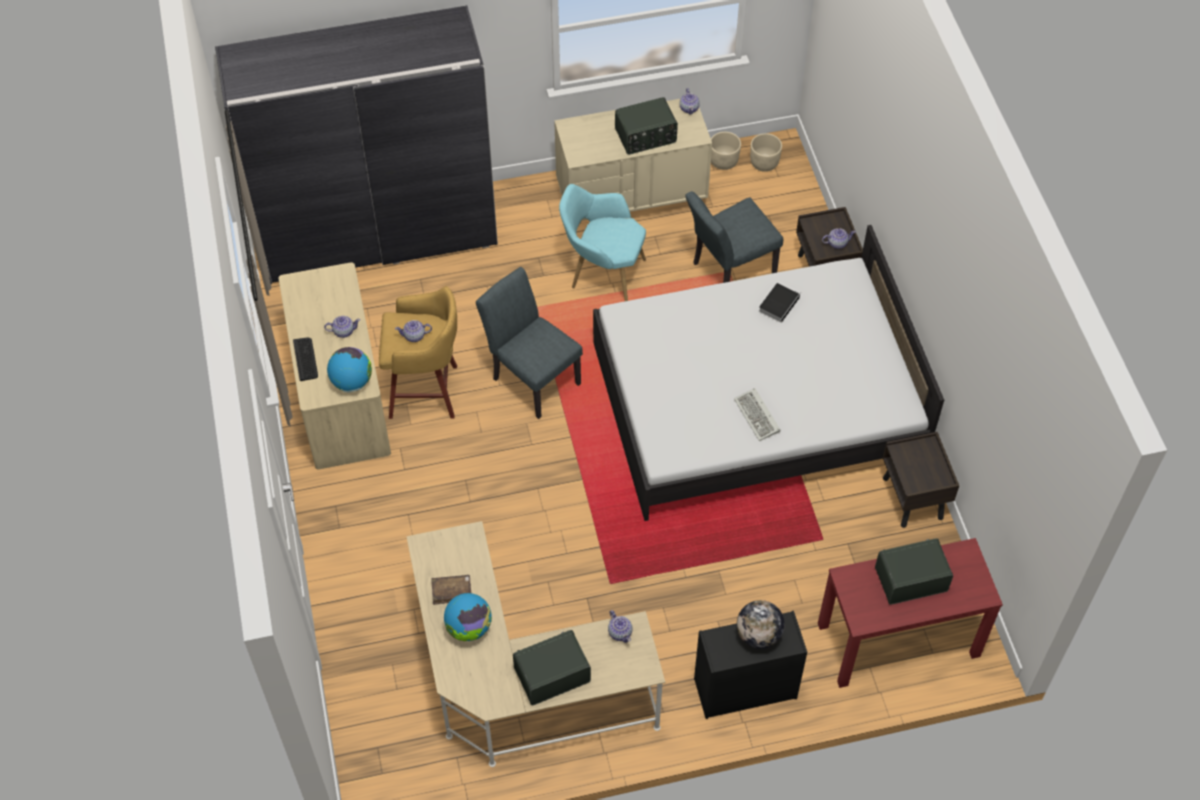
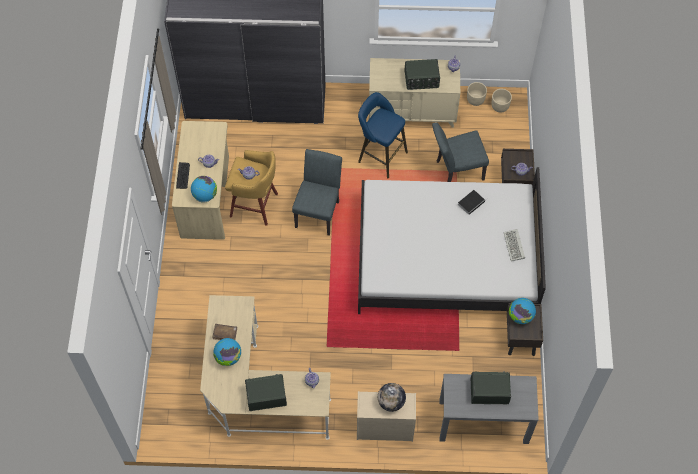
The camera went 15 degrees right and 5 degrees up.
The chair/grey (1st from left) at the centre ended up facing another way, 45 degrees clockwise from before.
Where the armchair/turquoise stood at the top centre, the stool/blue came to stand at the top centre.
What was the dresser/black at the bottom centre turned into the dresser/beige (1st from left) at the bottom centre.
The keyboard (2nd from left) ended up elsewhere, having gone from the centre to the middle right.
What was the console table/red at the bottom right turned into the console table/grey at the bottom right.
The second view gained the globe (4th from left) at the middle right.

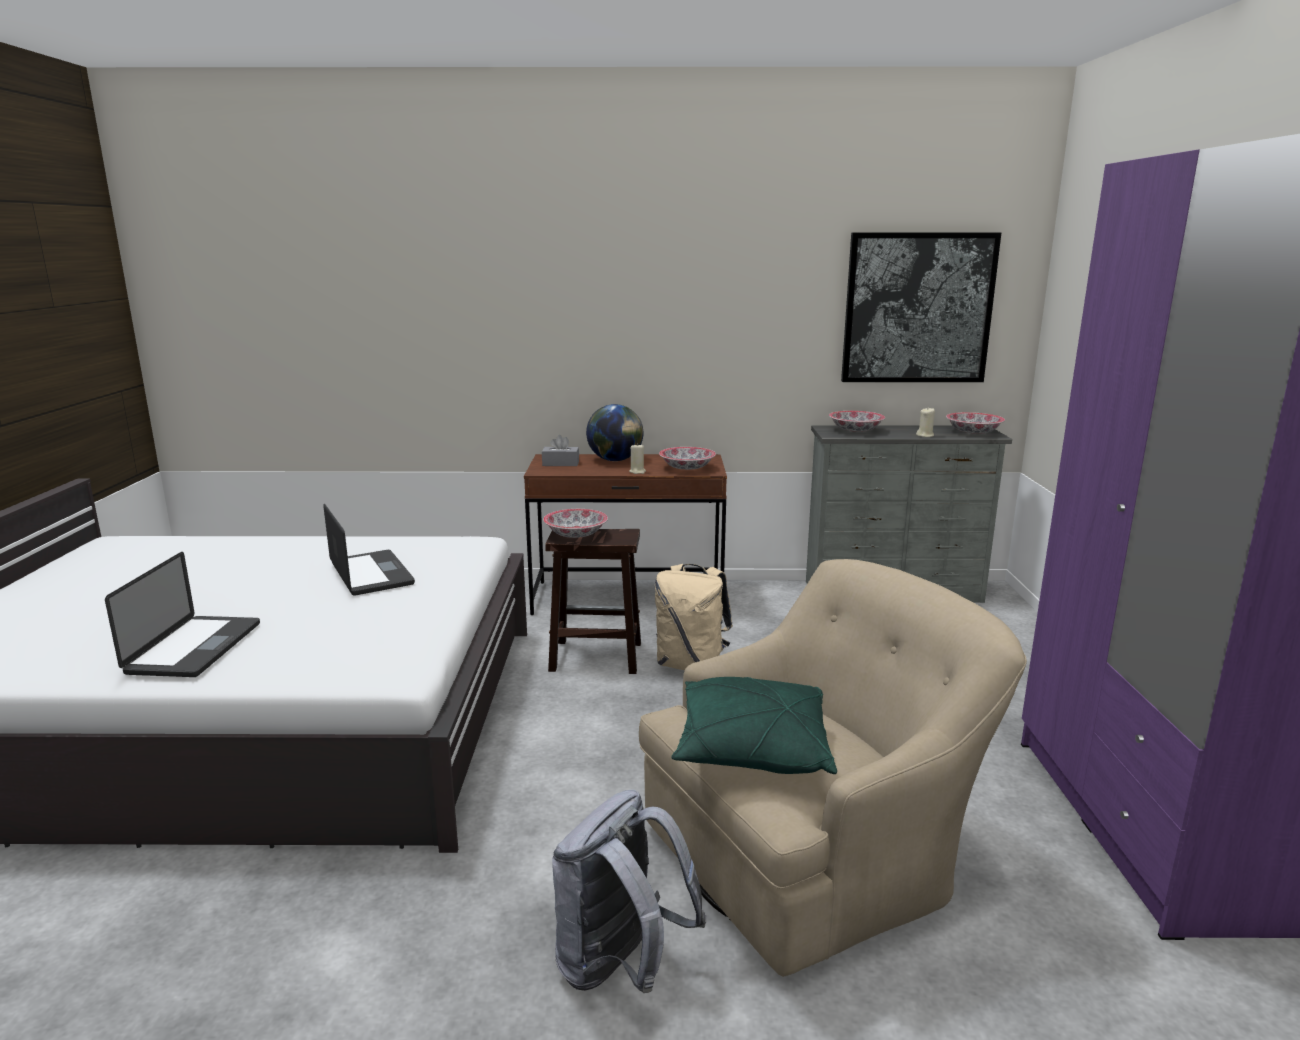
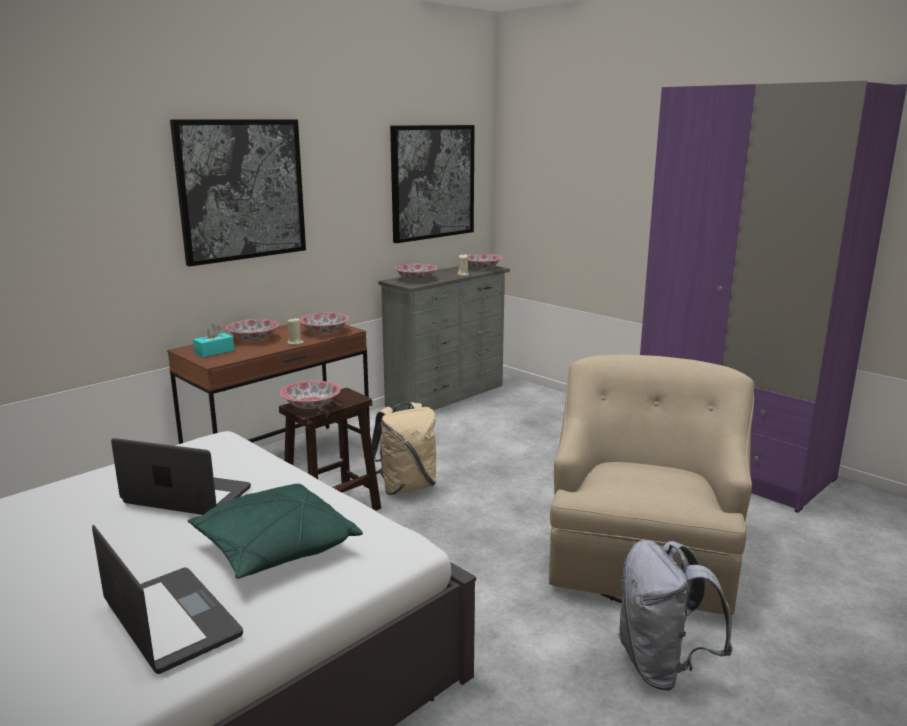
The camera went 45 degrees left and 0 degrees up.
What was the tissue box/grey at the centre turned into the tissue box/turquoise at the middle left.
Where the globe stood at the centre, the bowl (1st from left) came to stand at the middle left.
The pillow/green ended up elsewhere, having gone from the bottom centre to the bottom left.
The second view gained the picture (1st from left) at the top left.

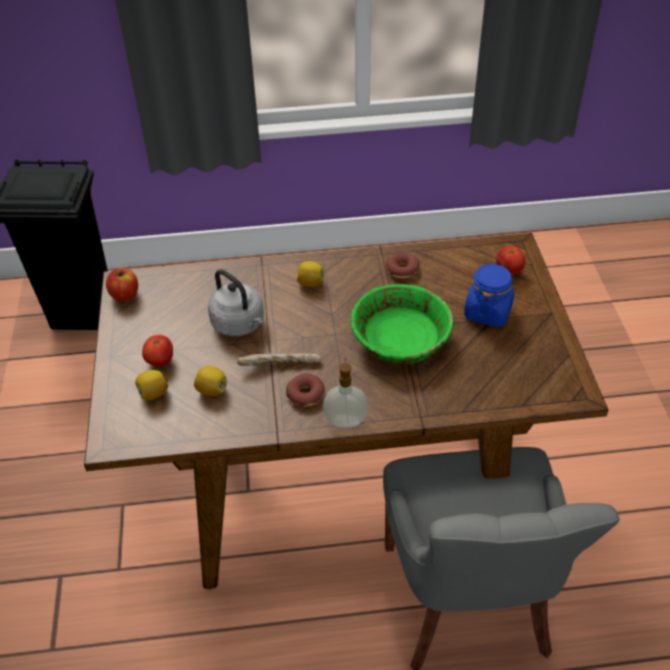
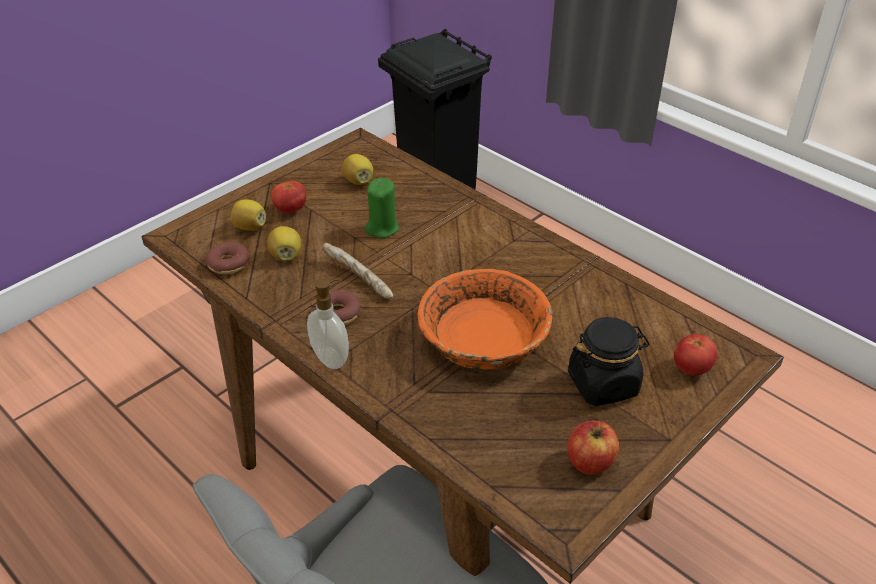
The camera went 50 degrees right and 5 degrees down.
The apple ended up elsewhere, having gone from the middle left to the bottom right.
Where the kettle/grey stood at the centre, the candle/green came to stand at the centre.
The lemon (3rd from left) ended up elsewhere, having gone from the centre to the top centre.
What was the bowl/green at the centre turned into the bowl/orange at the centre.
The donut (2nd from left in the first image) ended up elsewhere, having gone from the centre to the middle left.
What was the jar/blue at the middle right turned into the jar/black at the middle right.

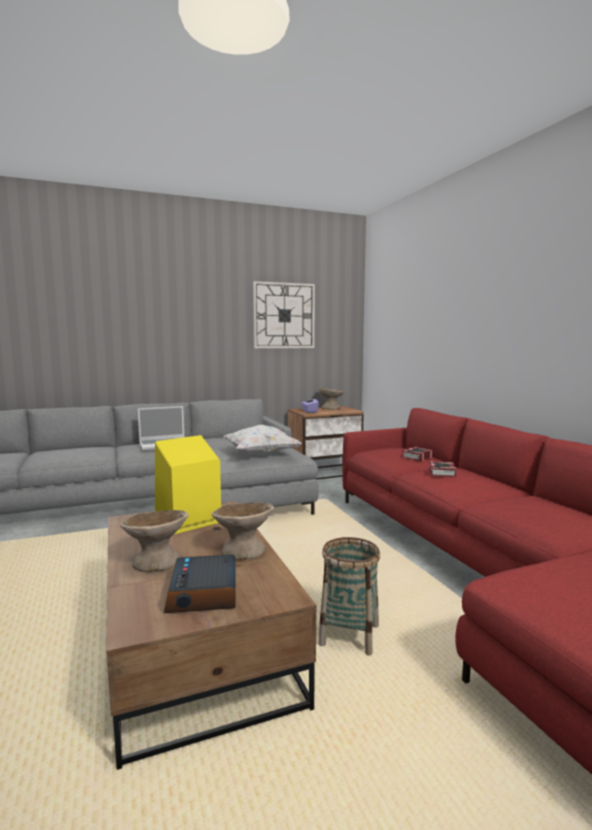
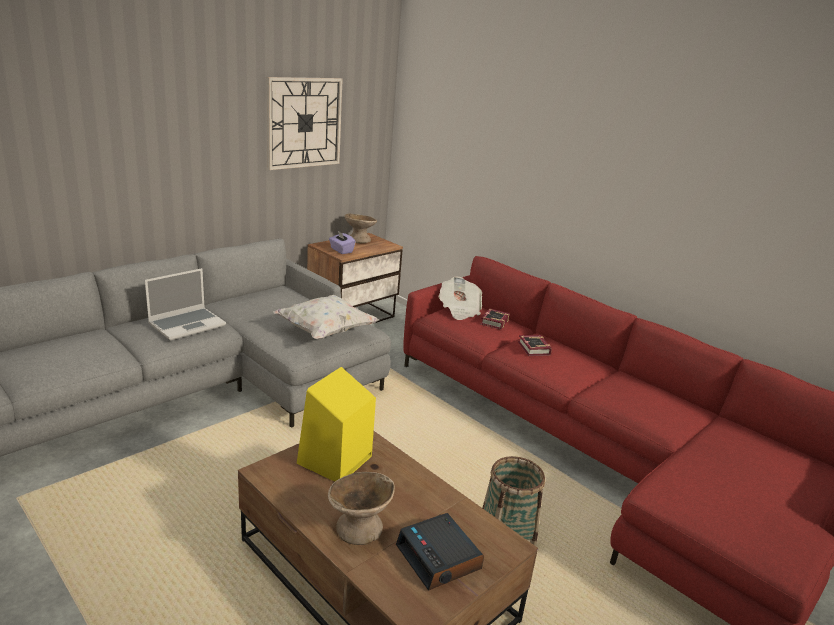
The camera went 25 degrees left and 15 degrees up.
The second view lost the bowl/beige (2nd from left) at the centre.
The second view gained the newspaper at the centre.

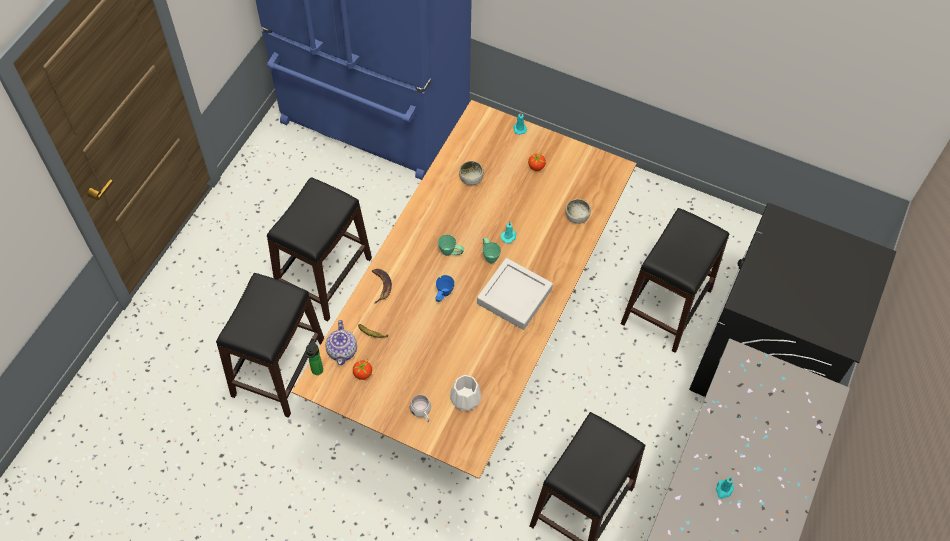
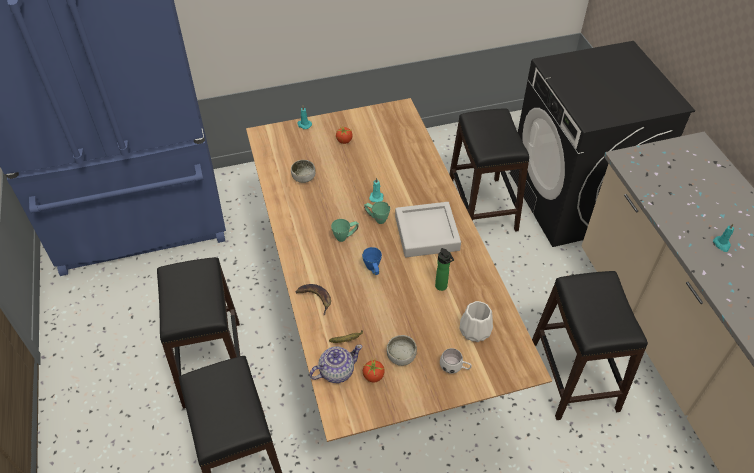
The camera went 40 degrees left and 10 degrees down.
The bottle ended up elsewhere, having gone from the middle left to the centre.
The teapot at the centre ended up facing another way, 75 degrees counterclockwise from before.
The bowl (2nd from left) ended up elsewhere, having gone from the centre to the bottom centre.

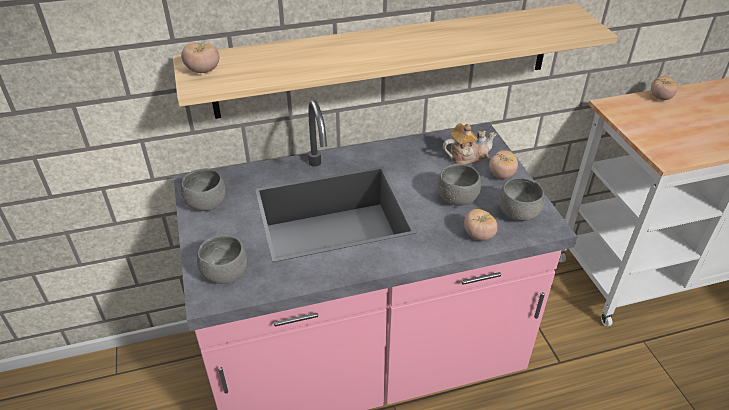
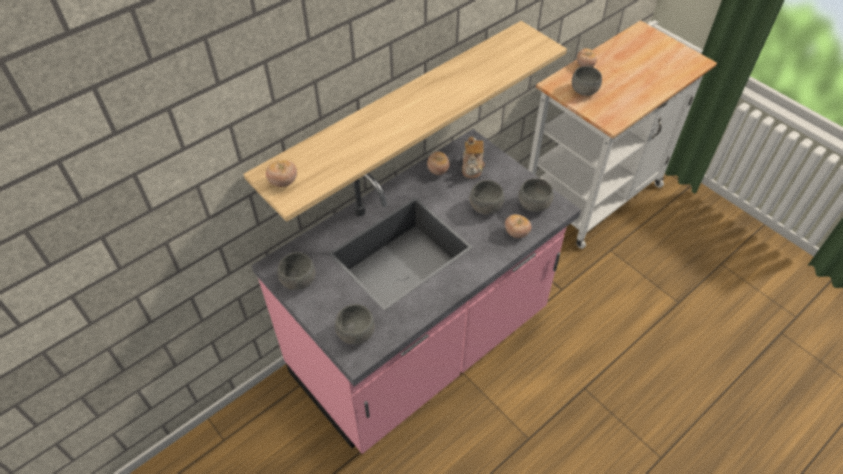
The camera went 25 degrees left and 10 degrees up.
The teapot at the centre ended up facing another way, 135 degrees clockwise from before.
The tomato (3rd from left in the first image) ended up elsewhere, having gone from the middle right to the centre.
The second view gained the bowl/grey (5th from left) at the top right.

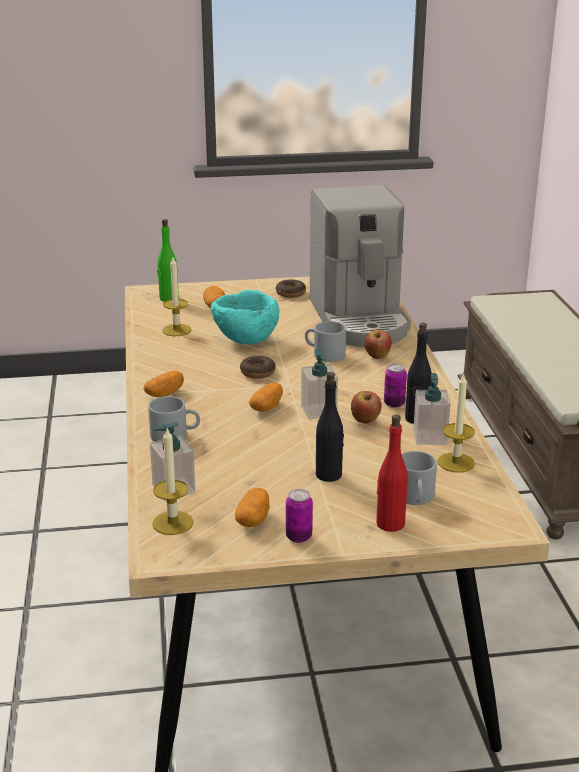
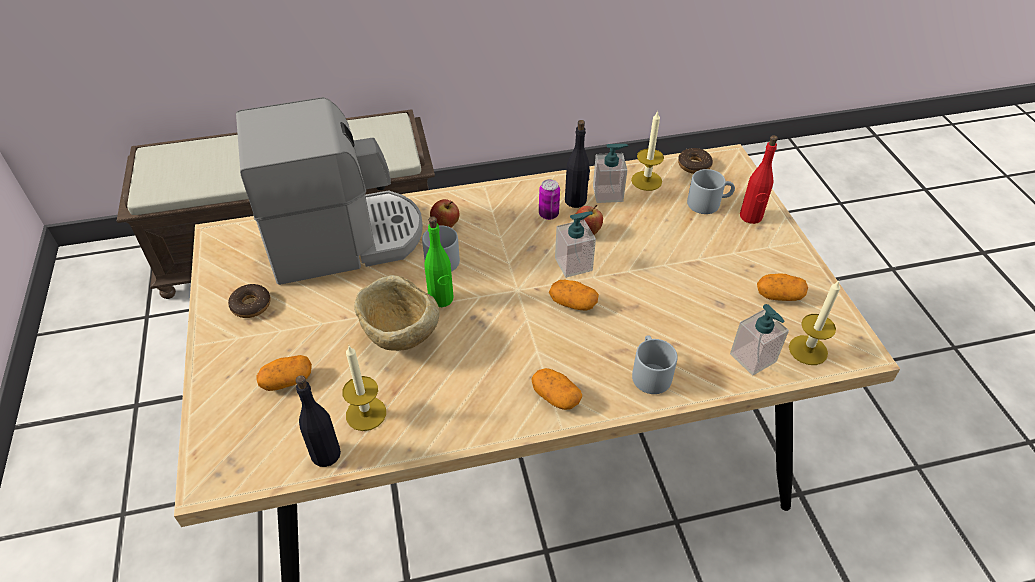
The camera went 95 degrees left and 20 degrees up.
The bottle/green ended up elsewhere, having gone from the middle left to the centre.
What was the bowl/turquoise at the centre turned into the bowl/beige at the centre.
The donut (1st from left in the first image) ended up elsewhere, having gone from the centre to the top right.
The second view lost the can (1st from left) at the bottom centre.
The bottle/black (1st from left) ended up elsewhere, having gone from the centre to the bottom left.

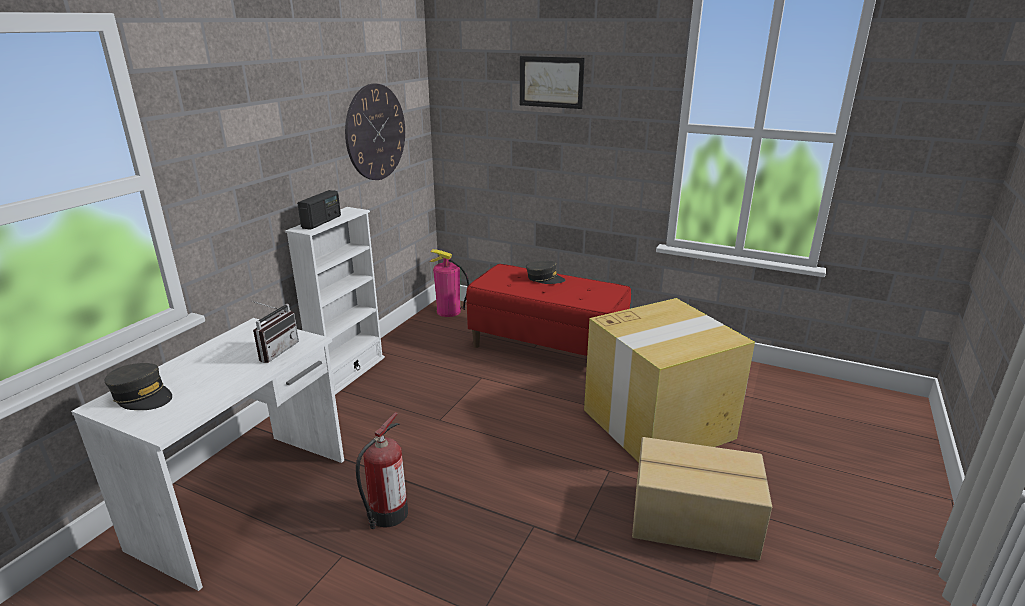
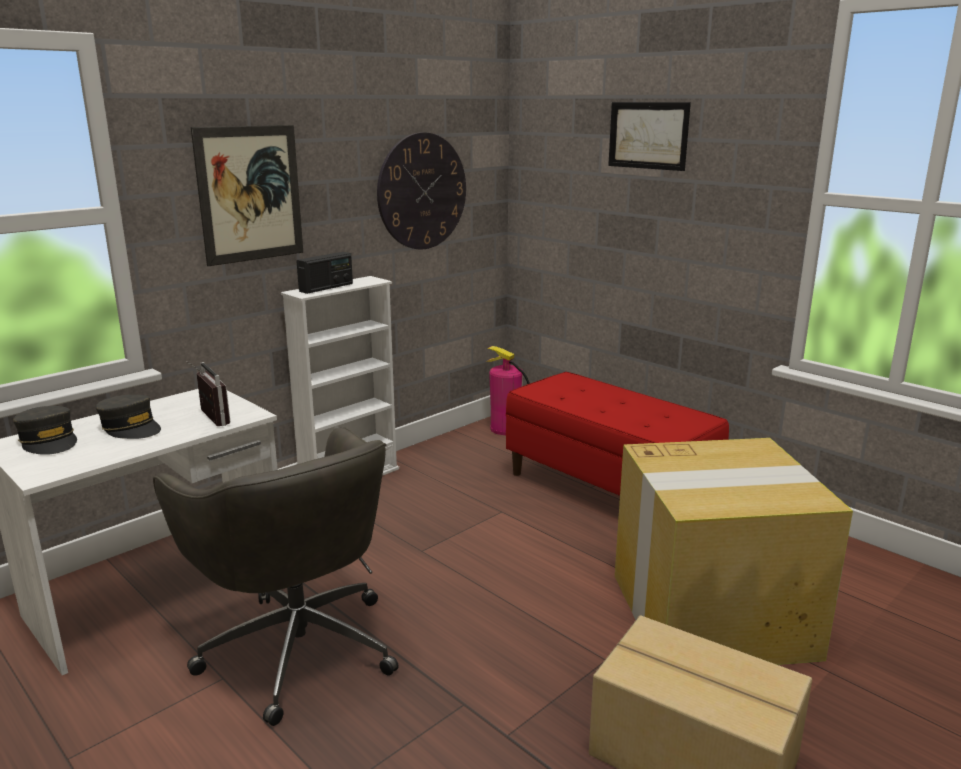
The camera went 20 degrees right and 5 degrees down.
The radio (1st from left) at the middle left ended up facing another way, 75 degrees counterclockwise from before.
Where the fire extinguisher (1st from left) stood at the bottom centre, the office chair/grey came to stand at the bottom left.
The cap/grey (2nd from left) ended up elsewhere, having gone from the centre to the middle left.
The second view gained the picture (1st from left) at the top left.

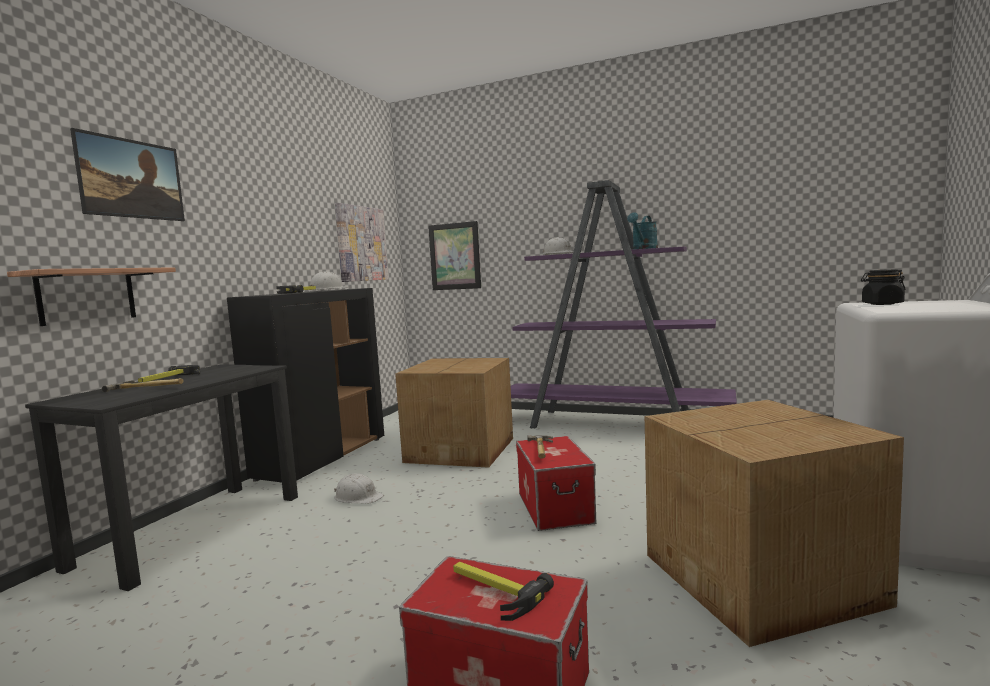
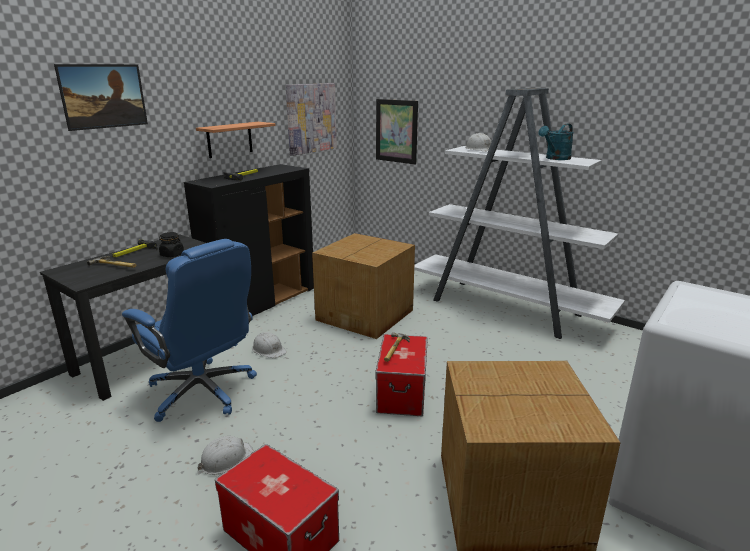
The camera went 15 degrees right and 15 degrees up.
The shelf ended up elsewhere, having gone from the middle left to the top left.
The hard hat/white (1st from left) ended up elsewhere, having gone from the middle left to the bottom left.
The second view lost the hammer (4th from left) at the bottom centre.
What was the bookcase/purple at the centre turned into the bookcase/white at the middle right.
The jar/black ended up elsewhere, having gone from the middle right to the middle left.
The second view gained the office chair/blue at the middle left.

